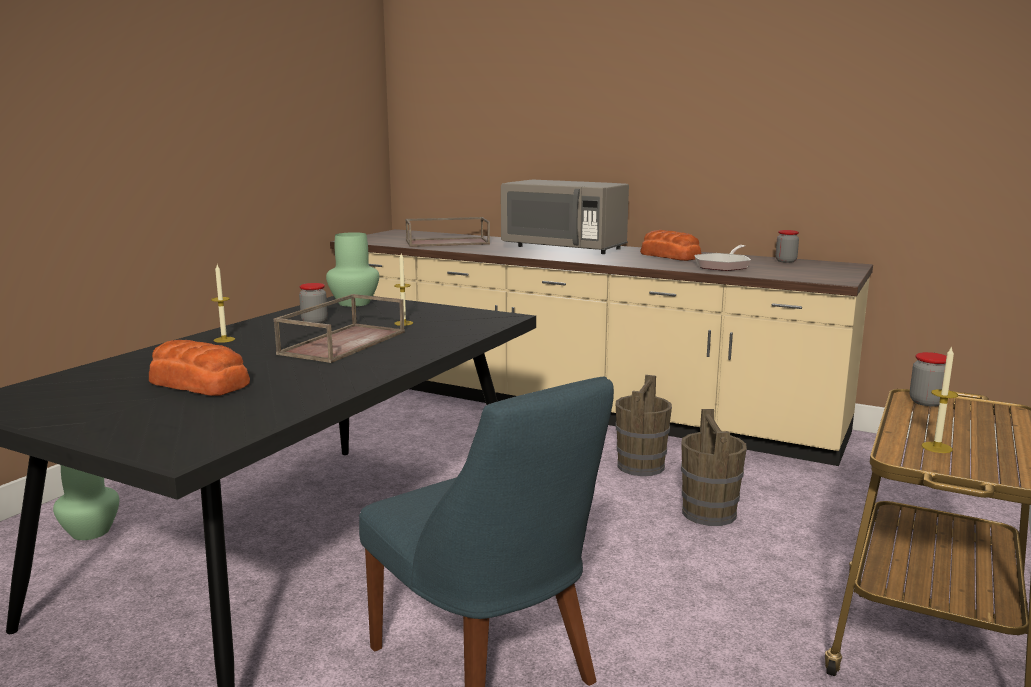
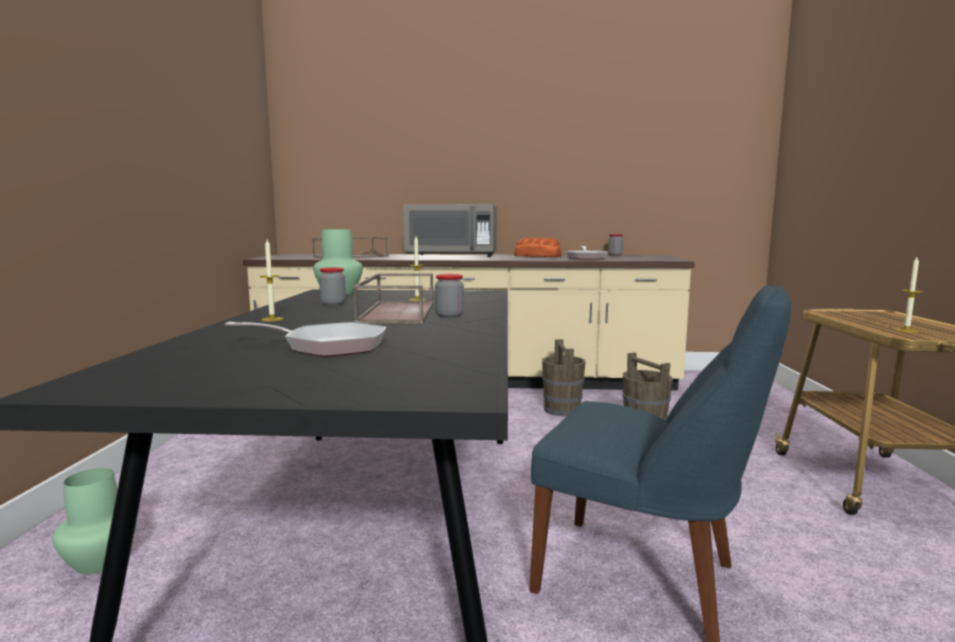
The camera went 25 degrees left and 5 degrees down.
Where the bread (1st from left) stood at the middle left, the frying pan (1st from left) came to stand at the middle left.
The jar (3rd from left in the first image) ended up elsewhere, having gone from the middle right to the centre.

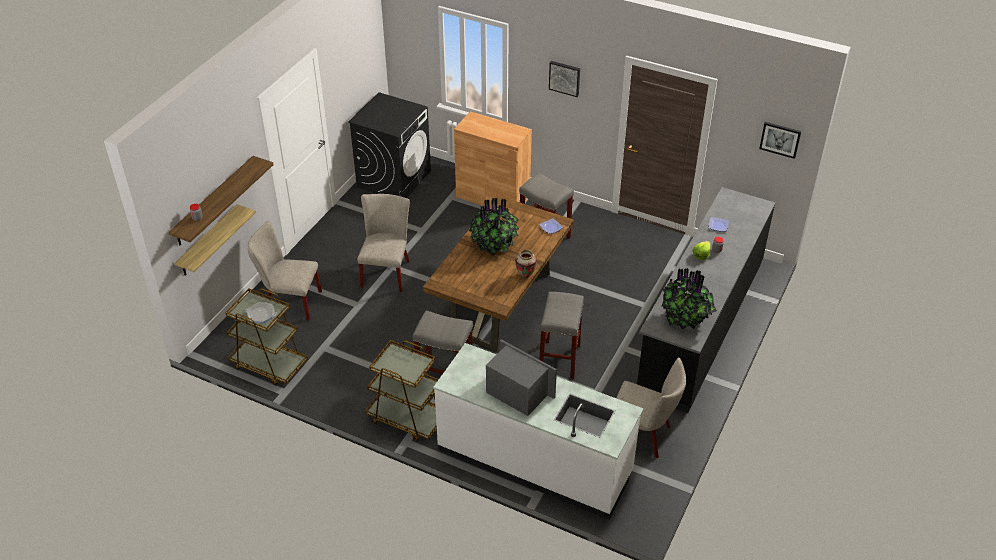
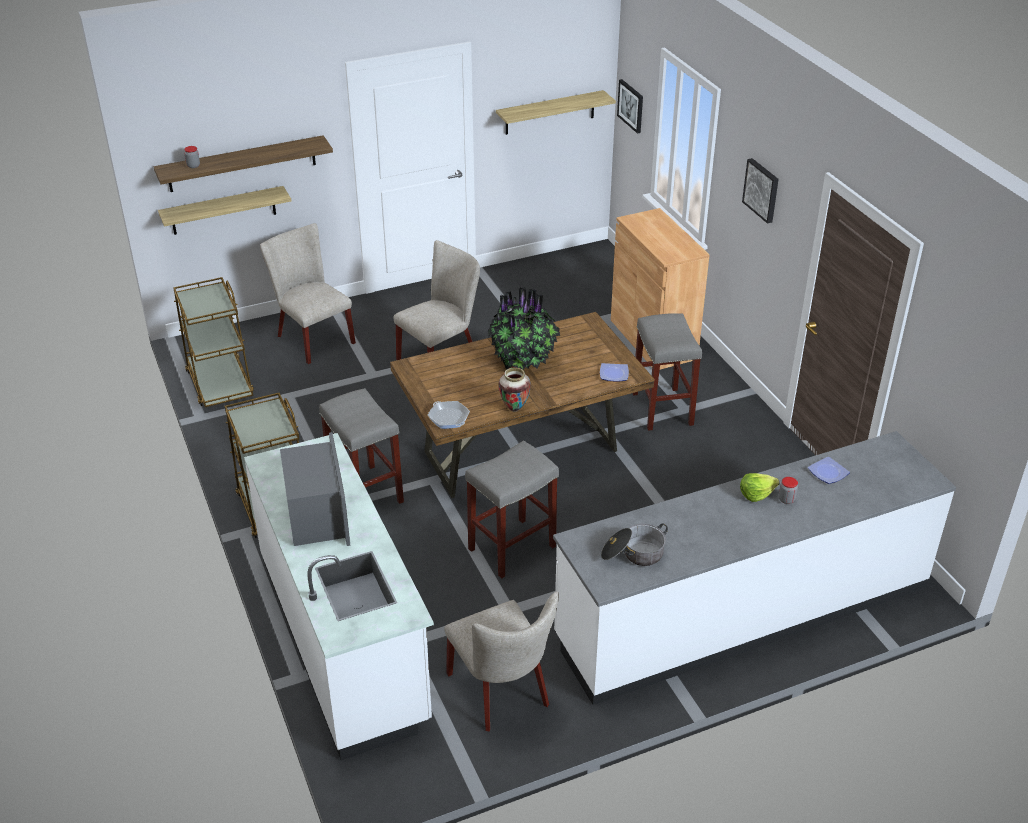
The camera went 40 degrees right and 5 degrees down.
The frying pan ended up elsewhere, having gone from the middle left to the centre.
The second view lost the washing machine/black at the top centre.
What was the counter/black at the middle right turned into the counter/white (2nd from left) at the bottom right.
Where the potted plant (2nd from left) stood at the middle right, the cooking pot came to stand at the centre.
The picture (2nd from left in the first image) ended up elsewhere, having gone from the top right to the top centre.
The second view gained the shelf (3rd from left) at the top centre.

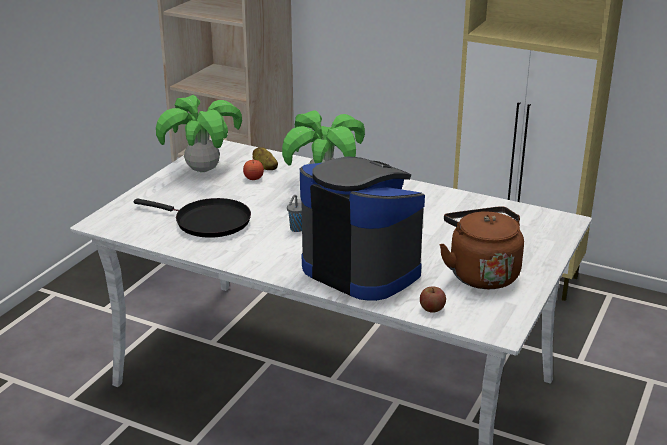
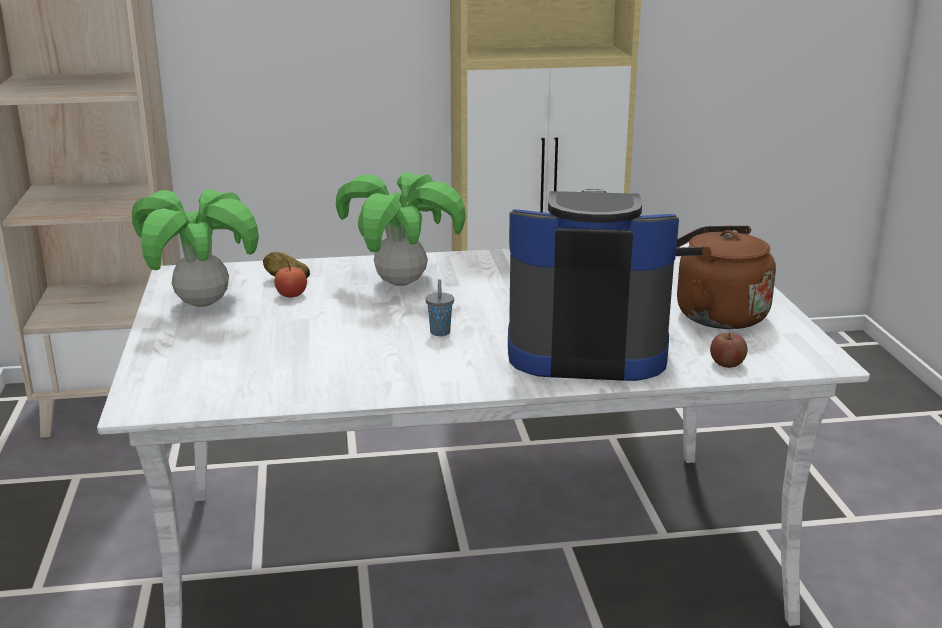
The camera went 35 degrees left and 5 degrees down.
The second view lost the frying pan/black at the middle left.

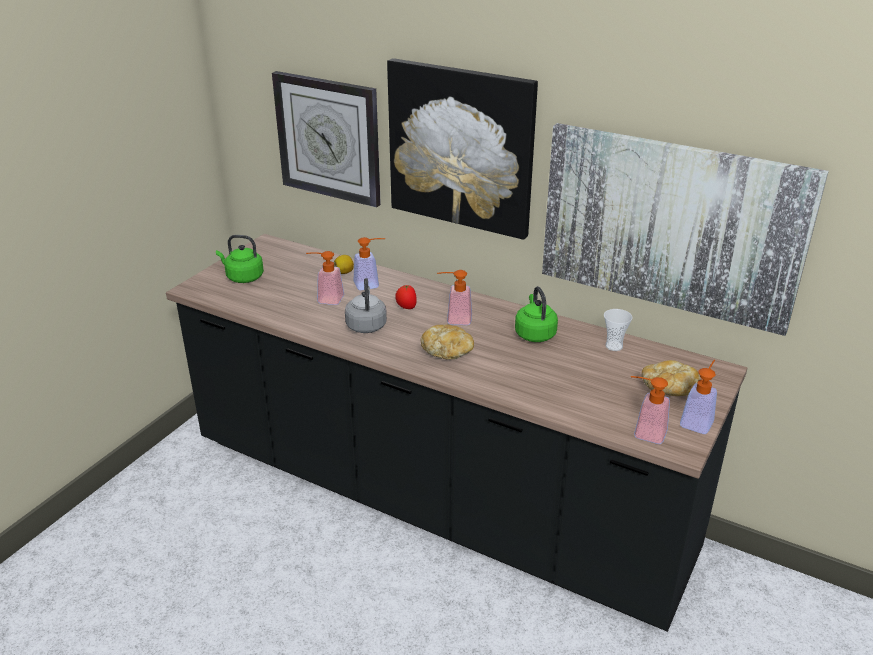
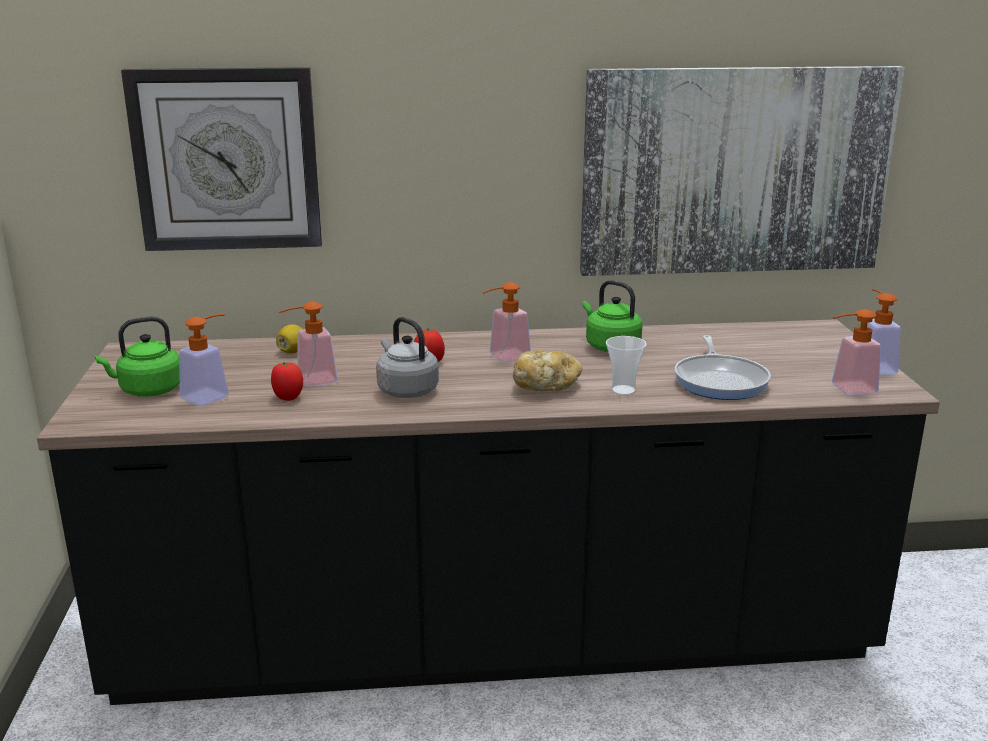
The camera went 35 degrees left and 10 degrees down.
The soap dispenser (2nd from left in the first image) ended up elsewhere, having gone from the centre to the middle left.
The second view lost the picture (1st from left) at the top centre.
The cup ended up elsewhere, having gone from the middle right to the centre.
The second view lost the bread (2nd from left) at the middle right.
The second view gained the tomato (1st from left) at the middle left.
The second view gained the frying pan at the middle right.

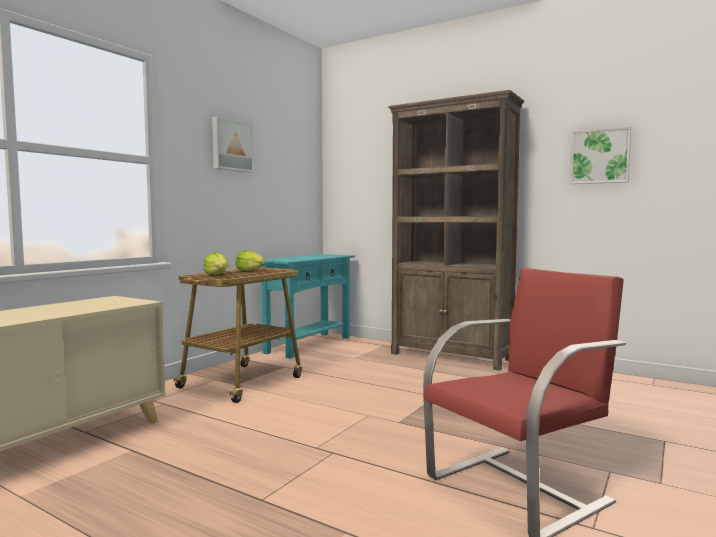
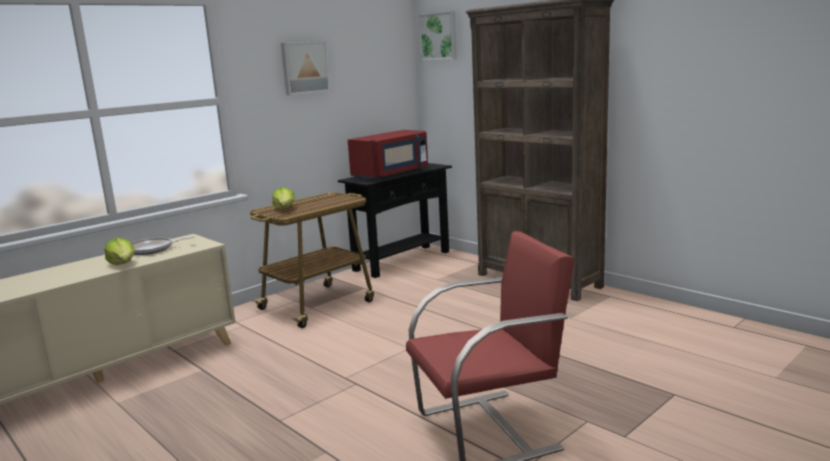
The camera went 15 degrees right and 10 degrees up.
The lettuce (2nd from left in the first image) ended up elsewhere, having gone from the centre to the middle left.
What was the console table/turquoise at the centre turned into the console table/black at the centre.
The picture (2nd from left) ended up elsewhere, having gone from the top right to the top centre.
The second view gained the frying pan at the middle left.
The second view gained the microwave/red at the centre.

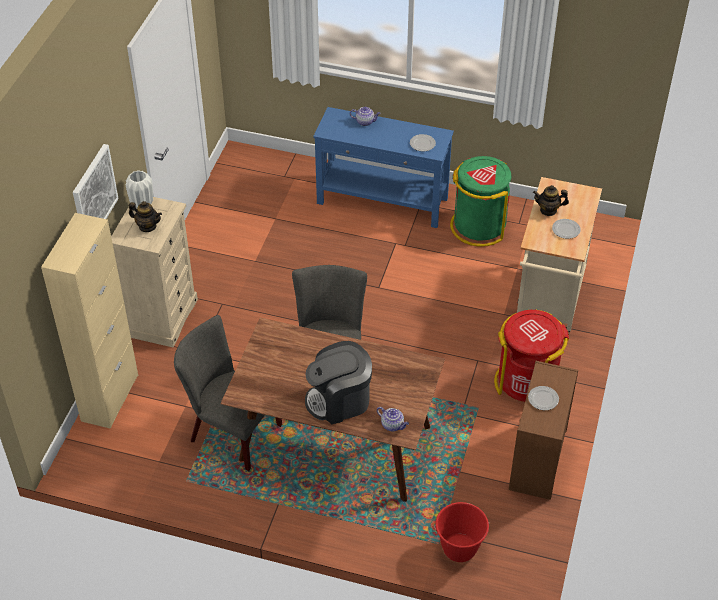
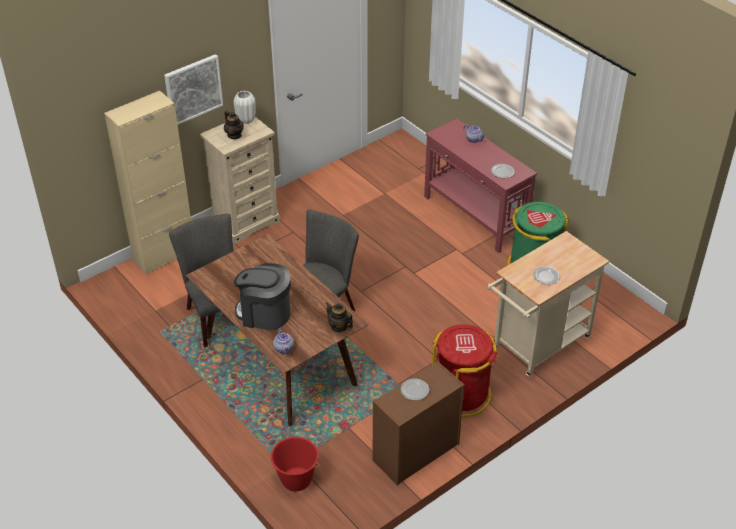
The camera went 35 degrees right and 5 degrees down.
What was the console table/blue at the top centre turned into the console table/red at the centre.
The teapot (4th from left in the first image) ended up elsewhere, having gone from the middle right to the centre.

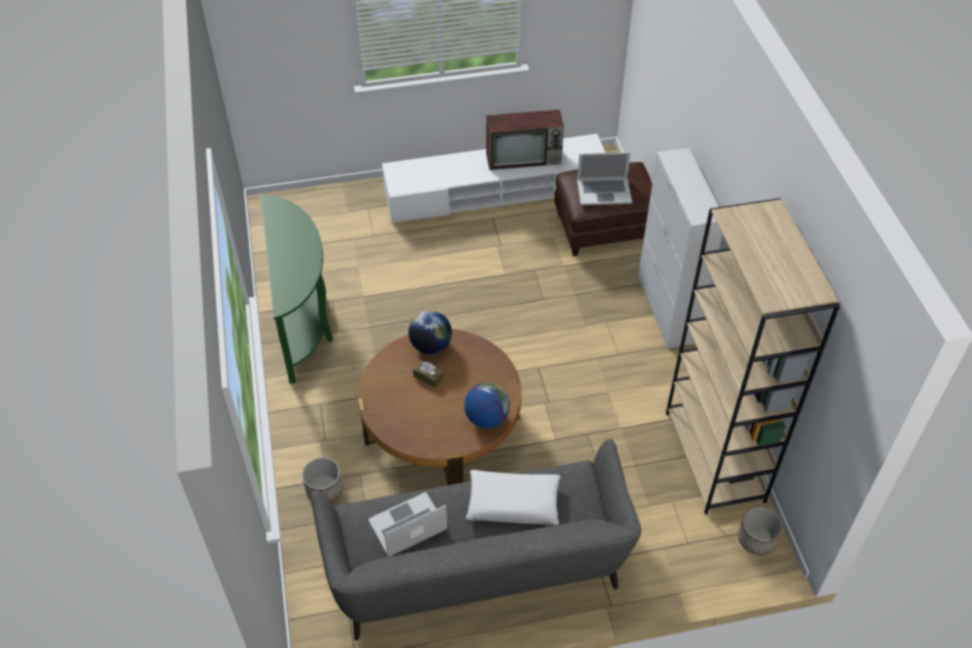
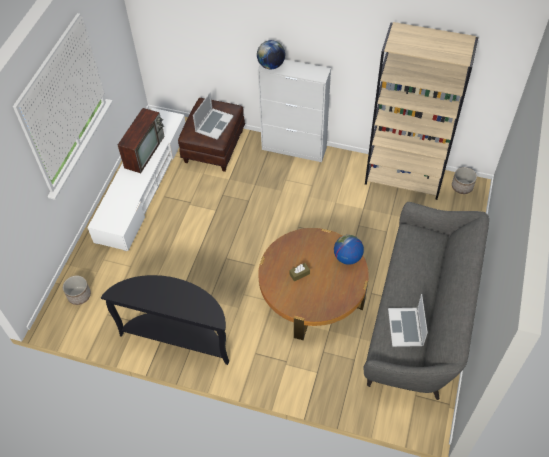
The camera went 60 degrees left and 5 degrees up.
What was the console table/green at the middle left turned into the console table/black at the bottom left.
The planter (1st from left) ended up elsewhere, having gone from the bottom left to the middle left.
The globe (1st from left) ended up elsewhere, having gone from the centre to the top centre.
The second view lost the pillow/white at the bottom centre.

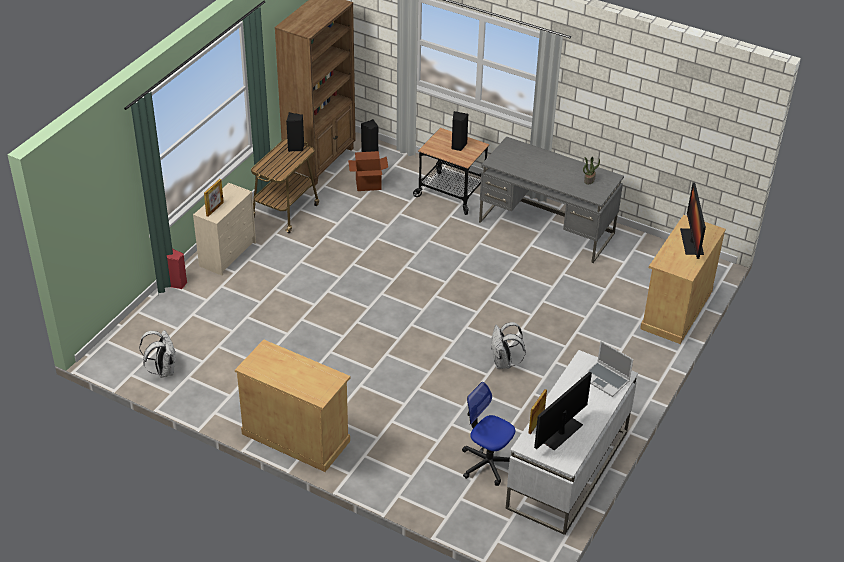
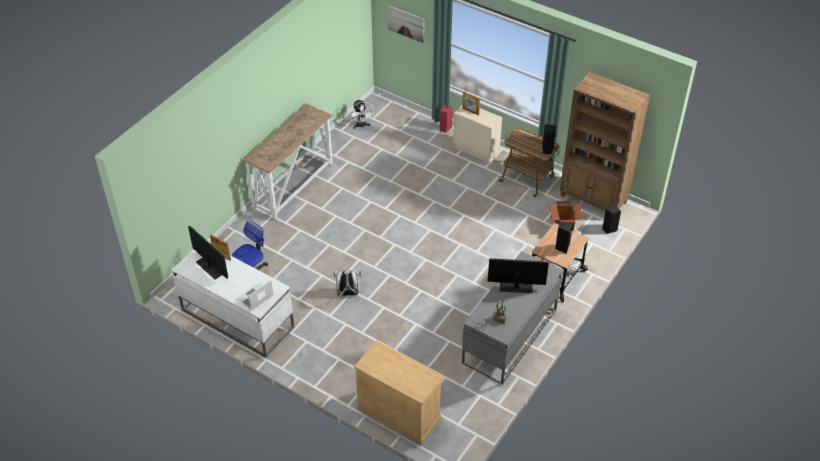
The camera went 95 degrees right and 5 degrees up.
Where the backpack/white (1st from left) stood at the middle left, the fan/white came to stand at the top centre.
Where the cabinet/beige (1st from left) stood at the bottom centre, the console table came to stand at the centre.
The monitor (2nd from left) ended up elsewhere, having gone from the middle right to the centre.
The second view gained the picture at the top centre.

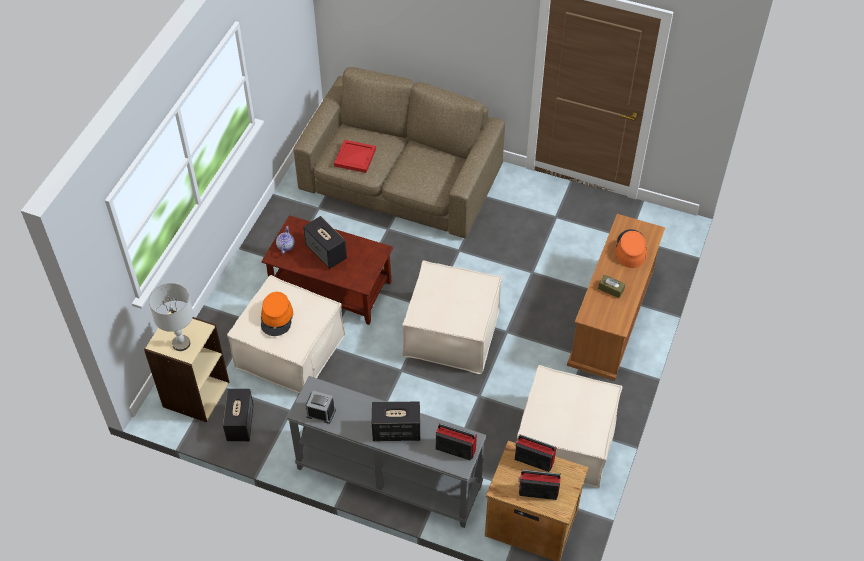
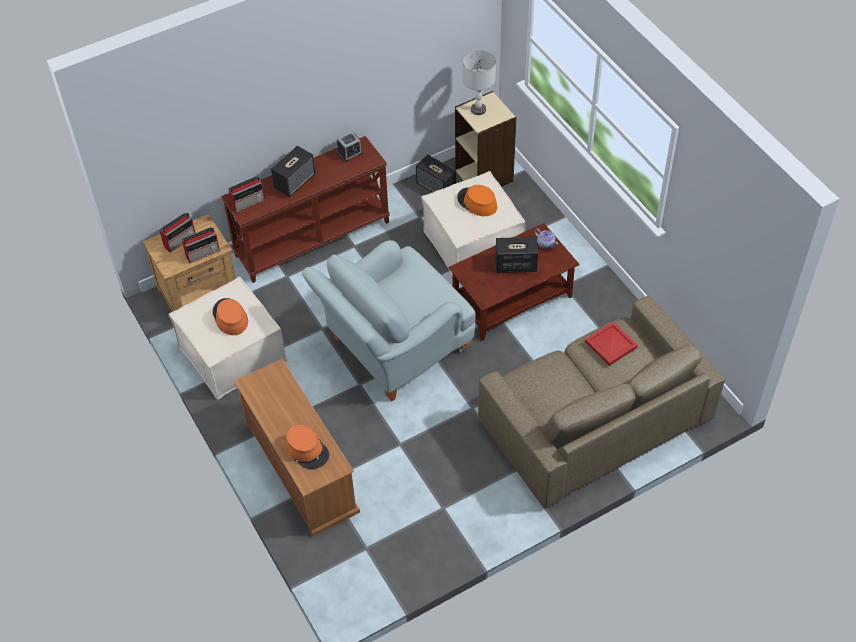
The camera went 130 degrees right and 0 degrees up.
What was the console table/grey at the bottom centre turned into the console table/brown at the top centre.
Where the ottoman/beige (2nd from left) stood at the centre, the armchair/grey came to stand at the centre.
The second view lost the tissue box/brown at the middle right.
The second view gained the hat/orange (1st from left) at the middle left.

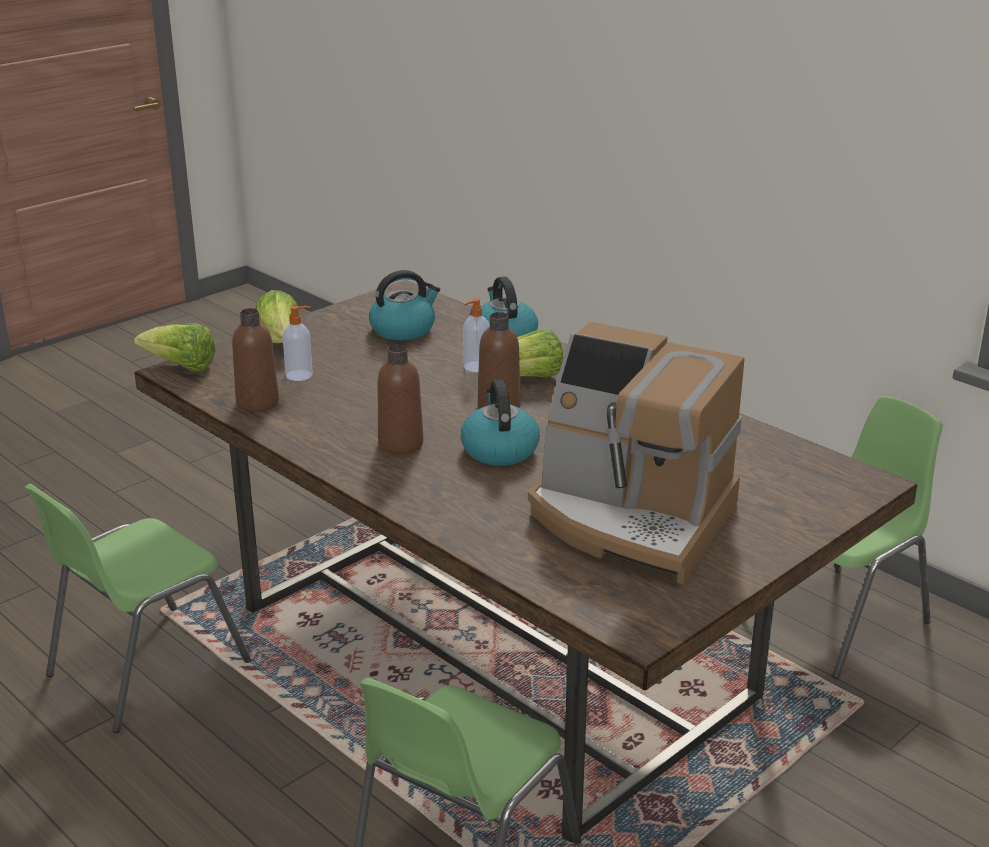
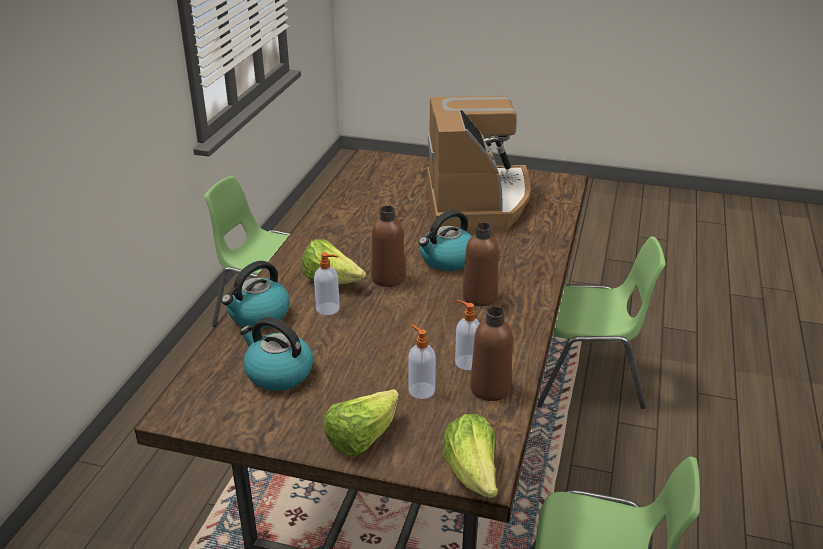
The camera went 120 degrees left and 5 degrees up.
The second view gained the soap dispenser (3rd from left) at the centre.

